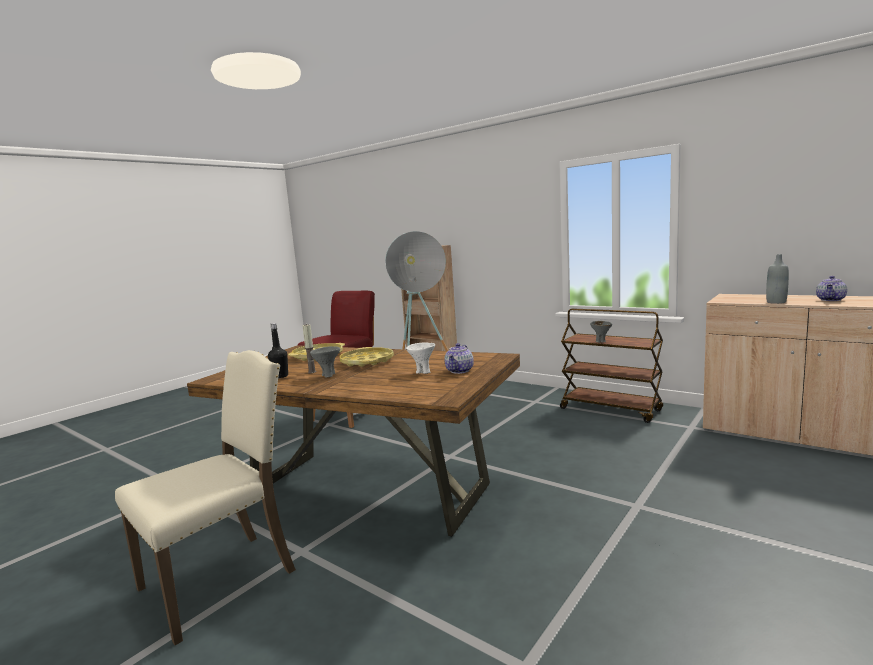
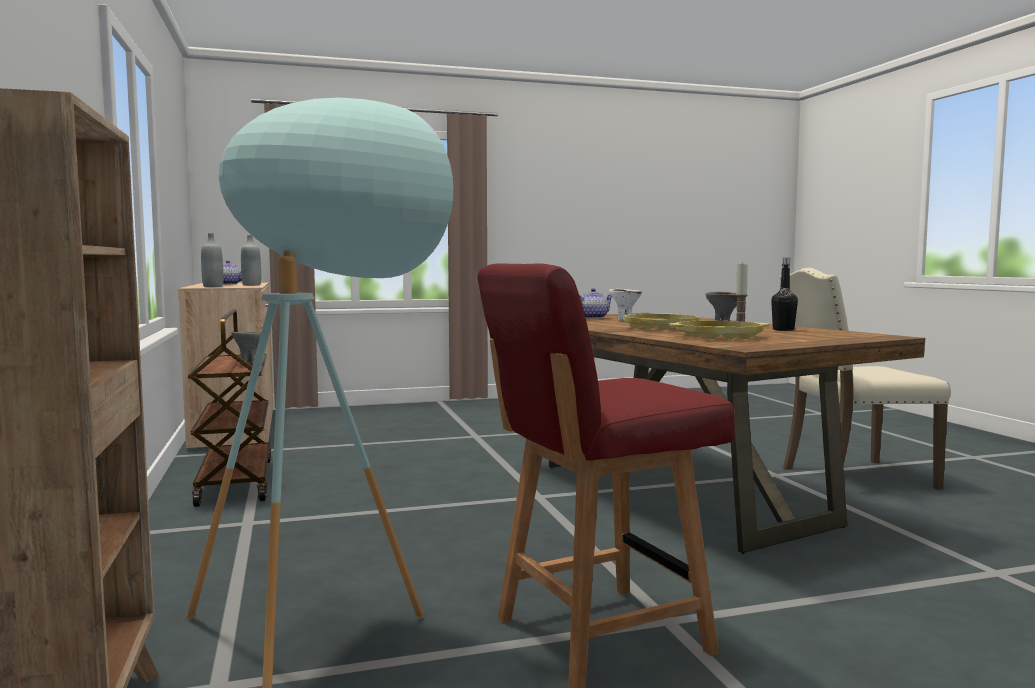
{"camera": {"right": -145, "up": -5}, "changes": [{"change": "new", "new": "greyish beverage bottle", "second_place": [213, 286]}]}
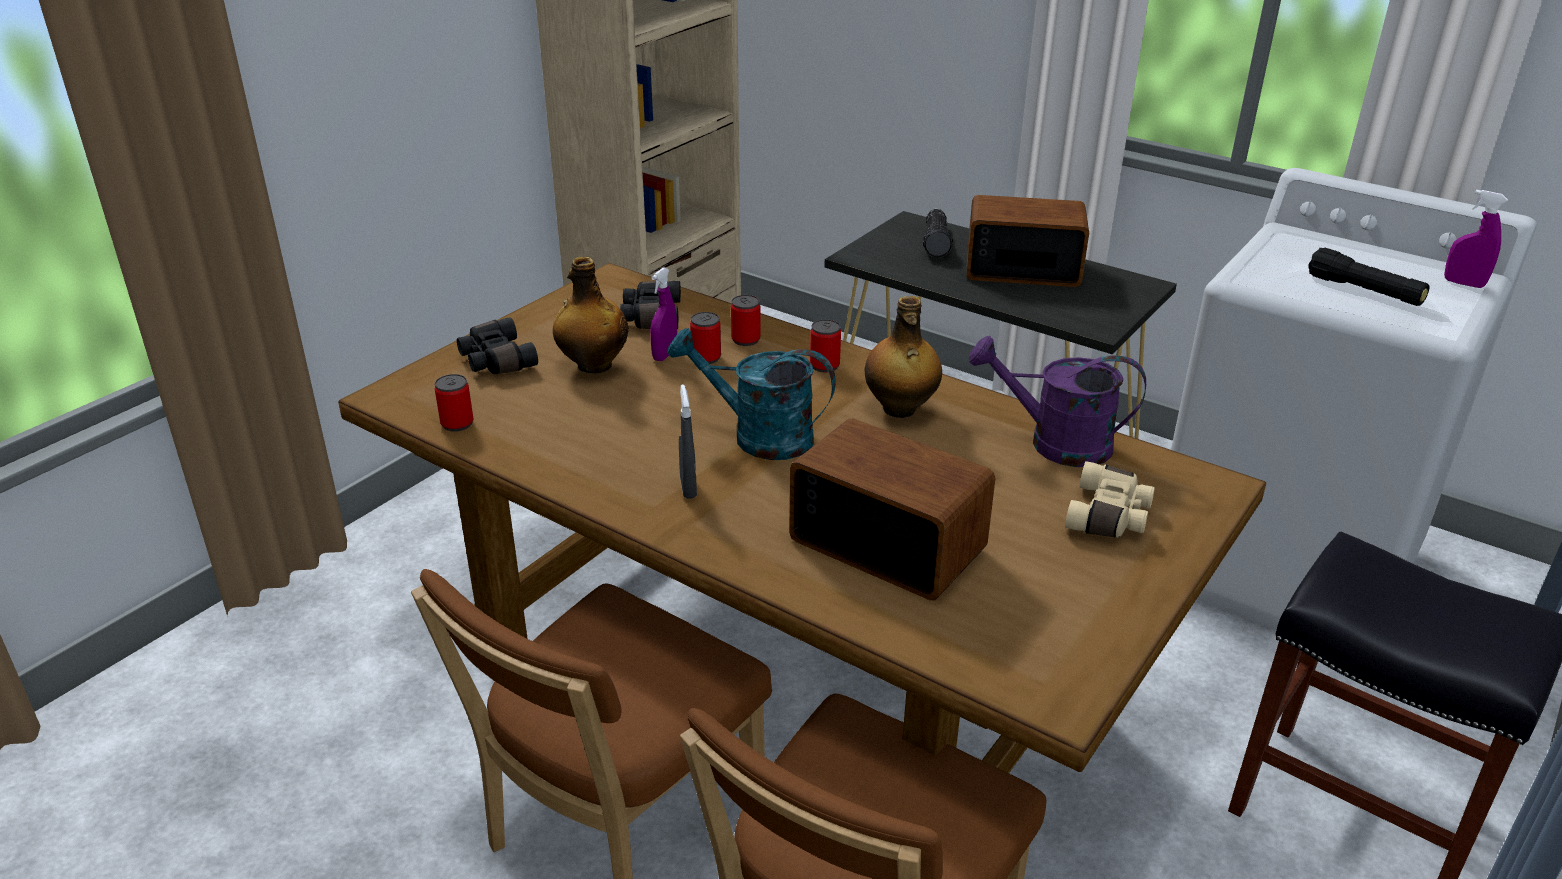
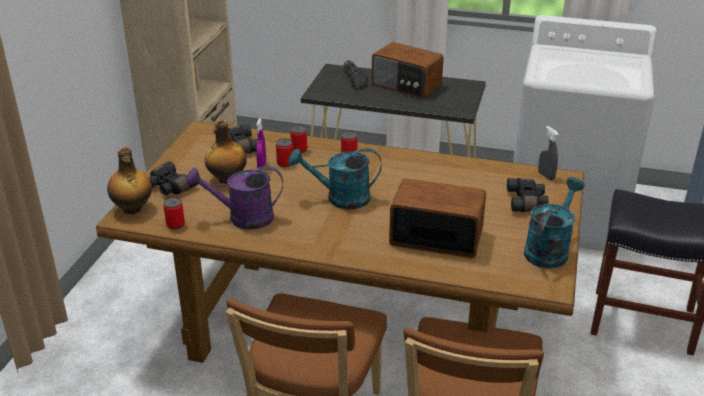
{"camera": {"right": -20, "up": 0}, "changes": [{"change": "shifted", "old": "beverage bottle", "first_place": [899, 409], "second_place": [132, 209]}, {"change": "shifted", "old": "purple sprinkling can", "first_place": [1055, 443], "second_place": [242, 218]}, {"change": "rotated", "old": "radio", "first_place": [1021, 268], "second_place": [406, 86], "degrees": -135}, {"change": "repainted", "old": "beige binoculars", "new": "blackish binoculars", "first_place": [1110, 516], "second_place": [527, 202]}, {"change": "new", "new": "blue-green sprinkling can", "second_place": [549, 249]}, {"change": "shifted", "old": "greyish hand sprayer", "first_place": [688, 488], "second_place": [546, 176]}, {"change": "gone", "old": "blackish torch", "first_place": [1364, 291]}, {"change": "gone", "old": "purple hand sprayer", "first_place": [1463, 283]}]}
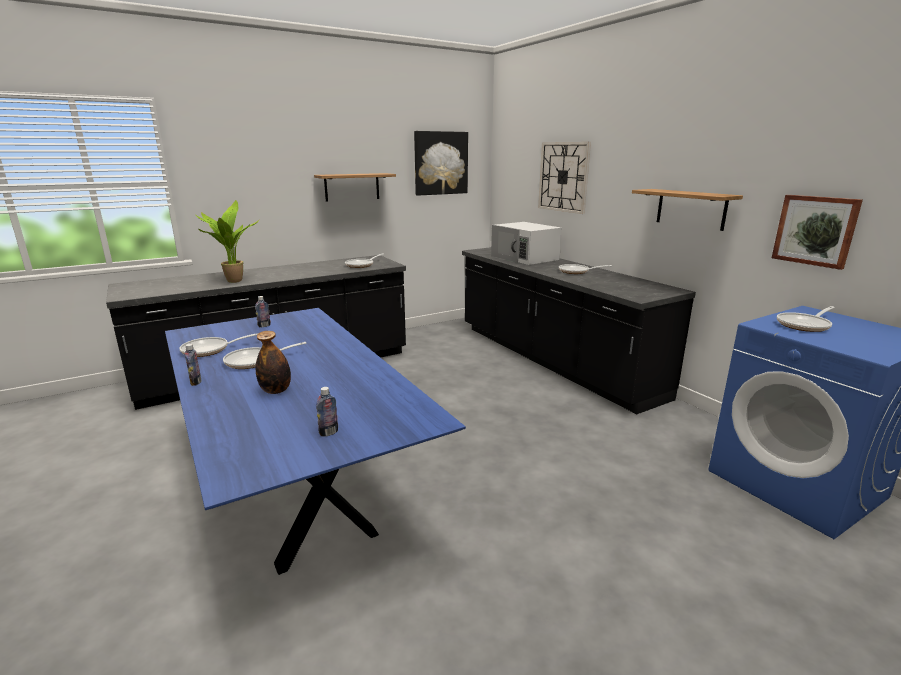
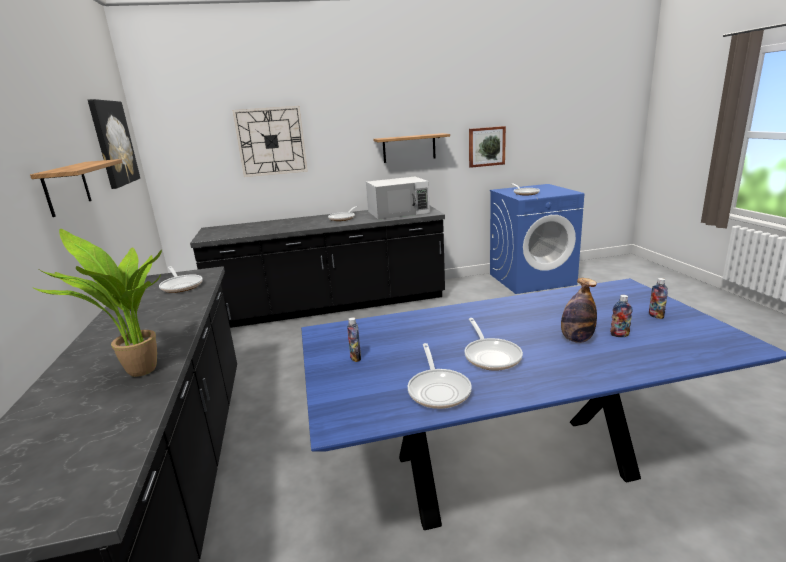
{"camera": {"right": -70, "up": 0}, "changes": [{"change": "shifted", "old": "white kitchen microwave", "first_place": [525, 258], "second_place": [398, 212]}, {"change": "shifted", "old": "beverage bottle", "first_place": [196, 382], "second_place": [619, 335]}]}
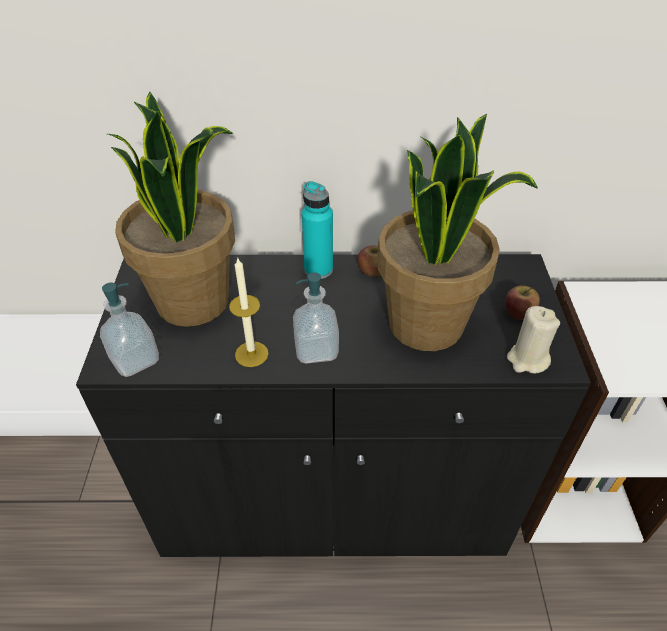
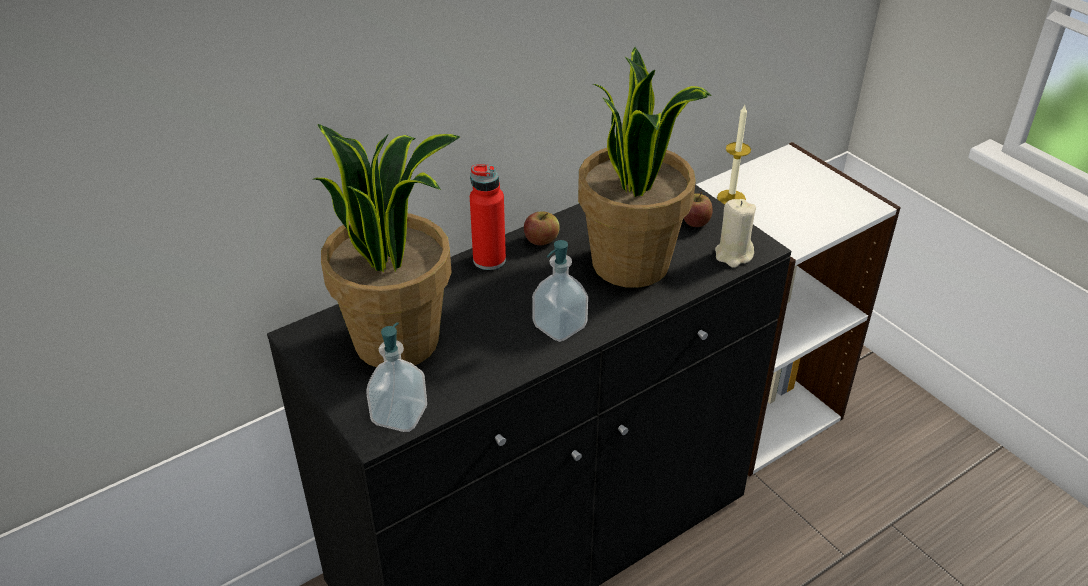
{"camera": {"right": -35, "up": -5}, "changes": [{"change": "repainted", "old": "blue-green beverage bottle", "new": "red-coloured beverage bottle", "first_place": [318, 269], "second_place": [489, 260]}, {"change": "shifted", "old": "wax candle", "first_place": [251, 354], "second_place": [731, 198]}]}
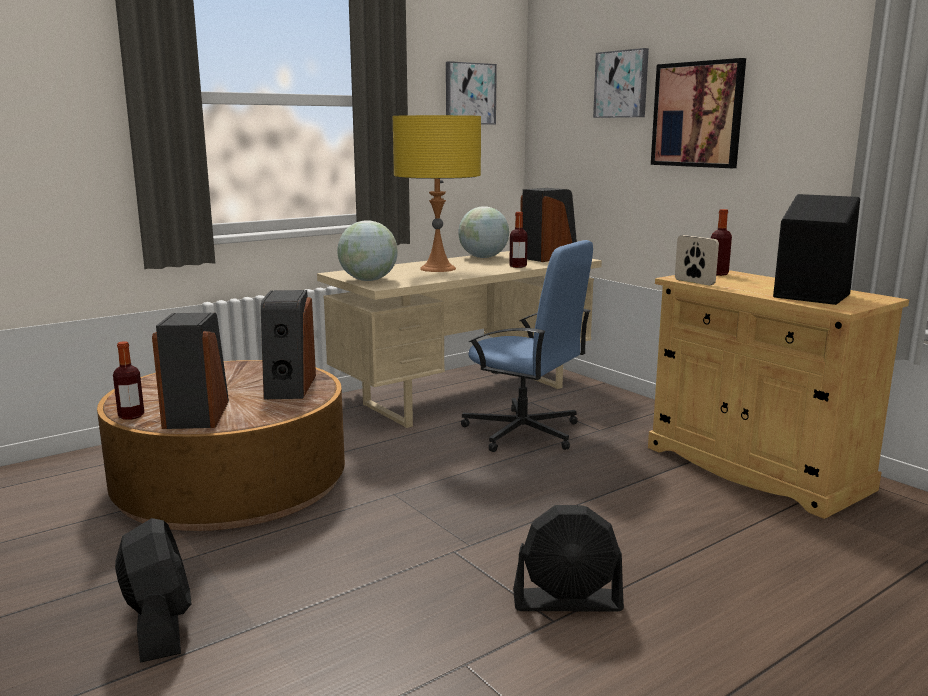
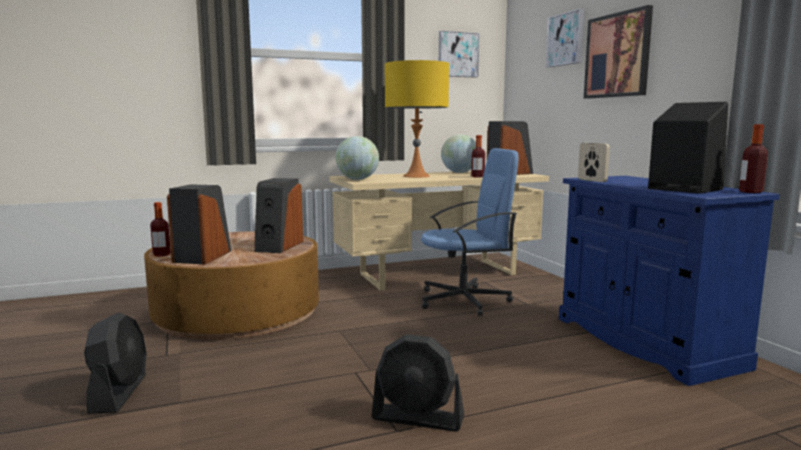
{"camera": {"right": 15, "up": -5}, "changes": [{"change": "rotated", "old": "blue office chair", "first_place": [523, 432], "second_place": [465, 300], "degrees": -60}, {"change": "repainted", "old": "beige cabinet", "new": "blue cabinet", "first_place": [755, 468], "second_place": [645, 342]}, {"change": "shifted", "old": "beverage bottle", "first_place": [718, 274], "second_place": [750, 192]}]}
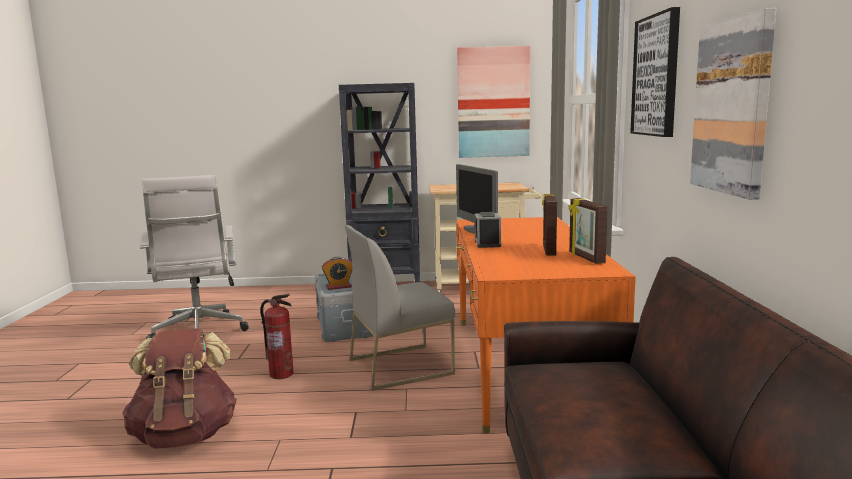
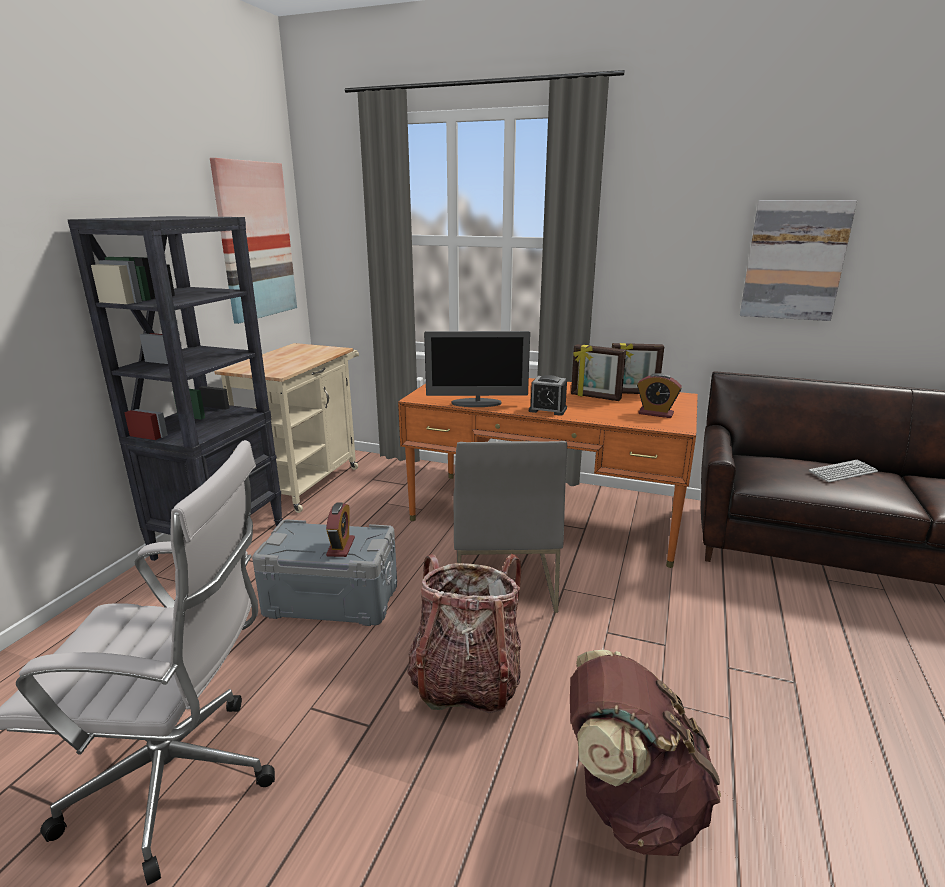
{"camera": {"right": -70, "up": 10}, "changes": [{"change": "swapped", "old": "extinguisher", "new": "rucksack", "first_place": [282, 374], "second_place": [466, 680]}, {"change": "new", "new": "alarm clock", "second_place": [655, 413]}, {"change": "new", "new": "keyboard", "second_place": [843, 472]}, {"change": "gone", "old": "wall art", "first_place": [656, 76]}]}
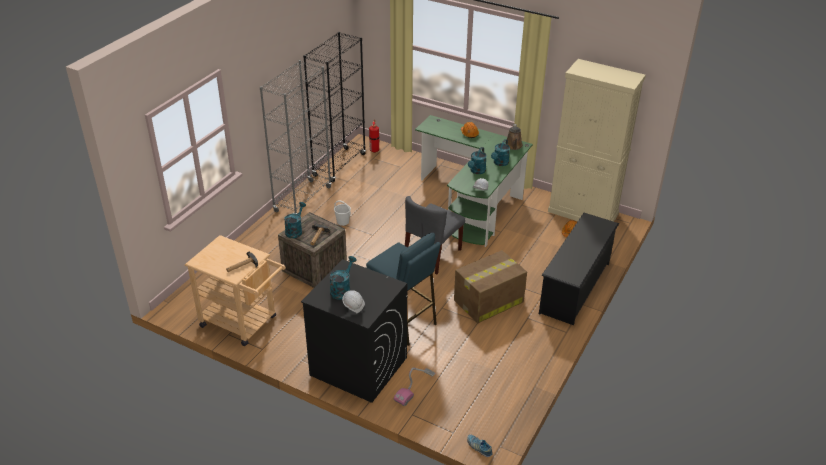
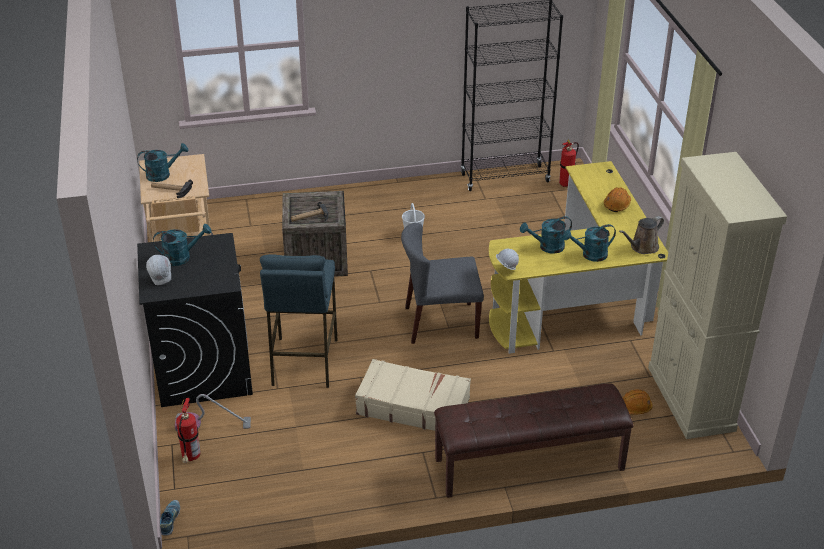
{"camera": {"right": 50, "up": 0}, "changes": [{"change": "shifted", "old": "blue-green sprinkling can", "first_place": [295, 230], "second_place": [163, 174]}, {"change": "new", "new": "extinguisher", "second_place": [190, 458]}, {"change": "swapped", "old": "cardboard box", "new": "beige suitcase", "first_place": [488, 301], "second_place": [413, 406]}, {"change": "swapped", "old": "blackish shoe rack", "new": "brown indoor bench", "first_place": [575, 287], "second_place": [529, 465]}, {"change": "repainted", "old": "green-coloured desk unit", "new": "yellow-coloured desk unit", "first_place": [474, 202], "second_place": [580, 302]}, {"change": "gone", "old": "greyish bookshelf", "first_place": [302, 199]}]}
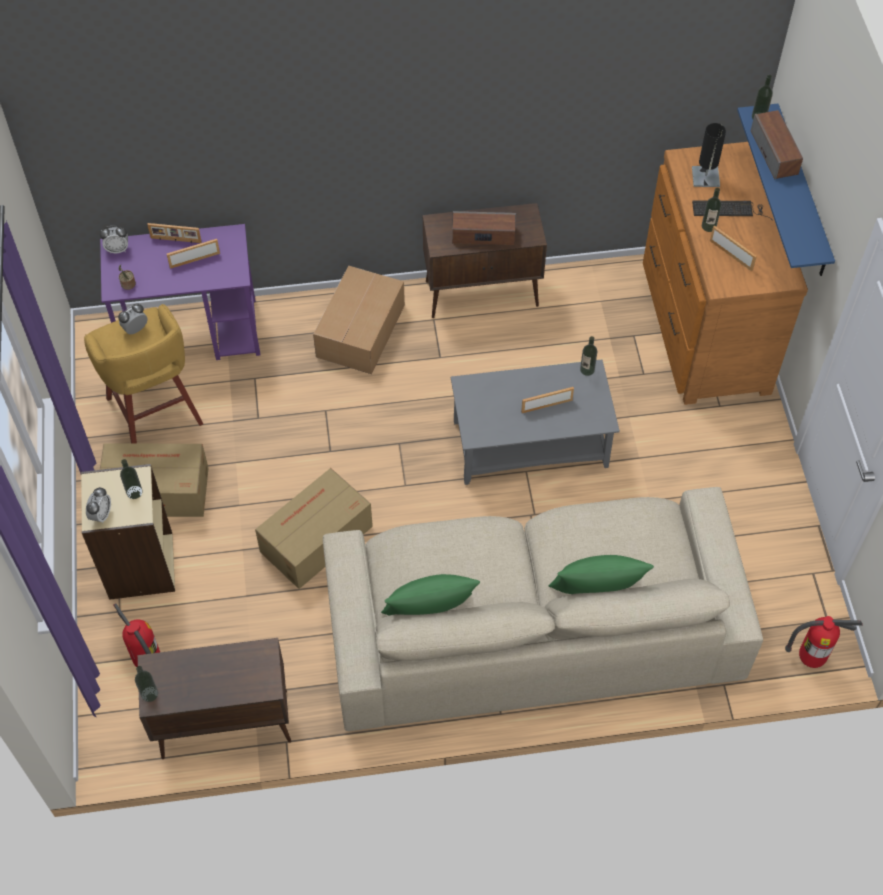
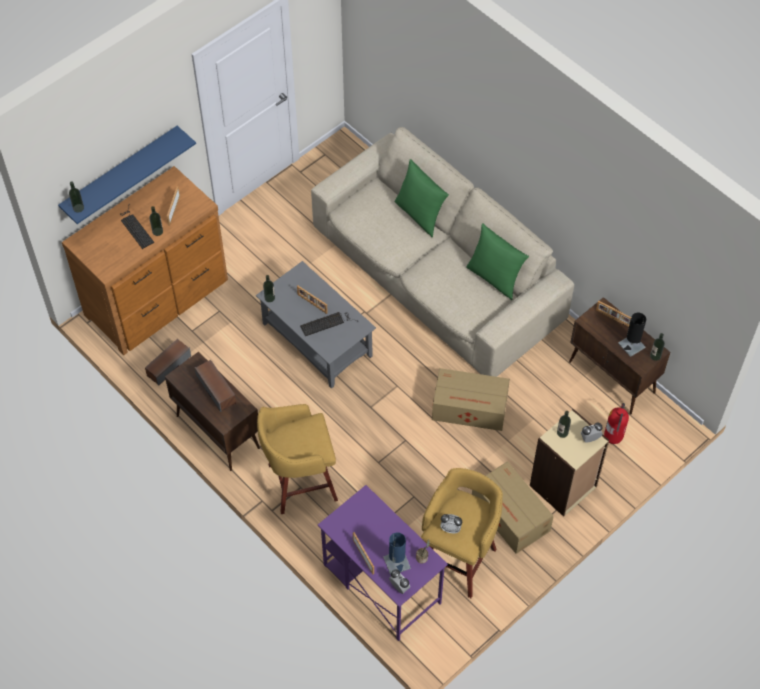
{"camera": {"right": -125, "up": 0}, "changes": [{"change": "shifted", "old": "audio speaker", "first_place": [774, 152], "second_place": [168, 366]}, {"change": "swapped", "old": "cardboard box", "new": "yellow-coloured stool", "first_place": [362, 330], "second_place": [300, 483]}, {"change": "new", "new": "keyboard", "second_place": [327, 323]}, {"change": "new", "new": "blue table lamp", "second_place": [396, 562]}, {"change": "shifted", "old": "photo frame", "first_place": [194, 259], "second_place": [613, 319]}, {"change": "shifted", "old": "blackish table lamp", "first_place": [705, 177], "second_place": [631, 345]}, {"change": "gone", "old": "extinguisher", "first_place": [811, 658]}]}
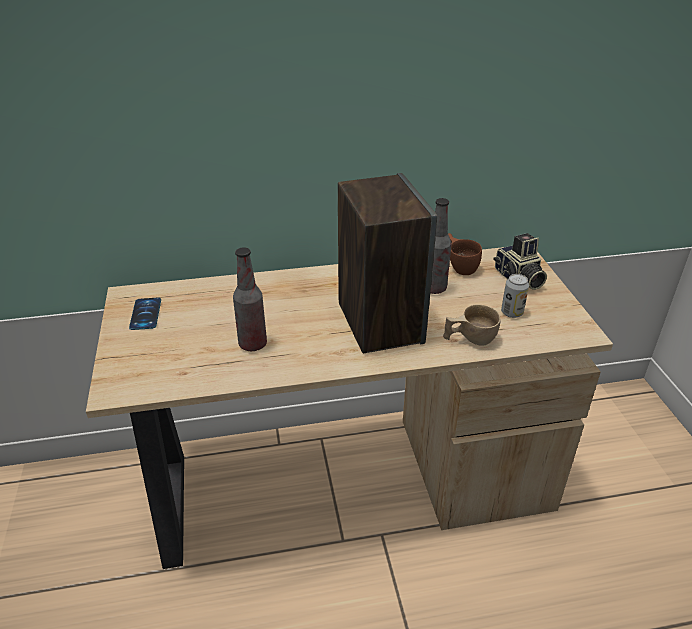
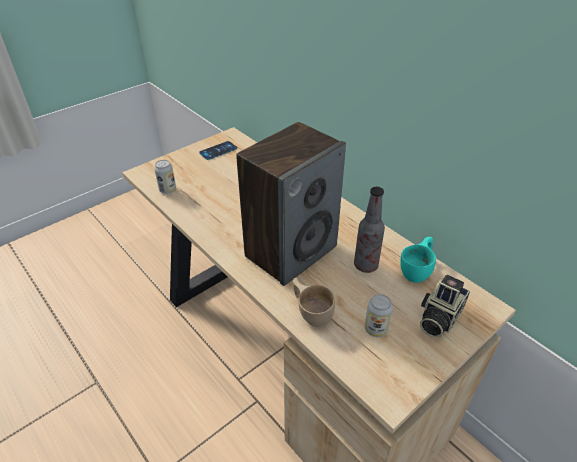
{"camera": {"right": 60, "up": 5}, "changes": [{"change": "new", "new": "can", "second_place": [167, 190]}, {"change": "repainted", "old": "brown cup", "new": "blue-green cup", "first_place": [460, 266], "second_place": [418, 270]}, {"change": "gone", "old": "beverage bottle", "first_place": [253, 344]}]}
